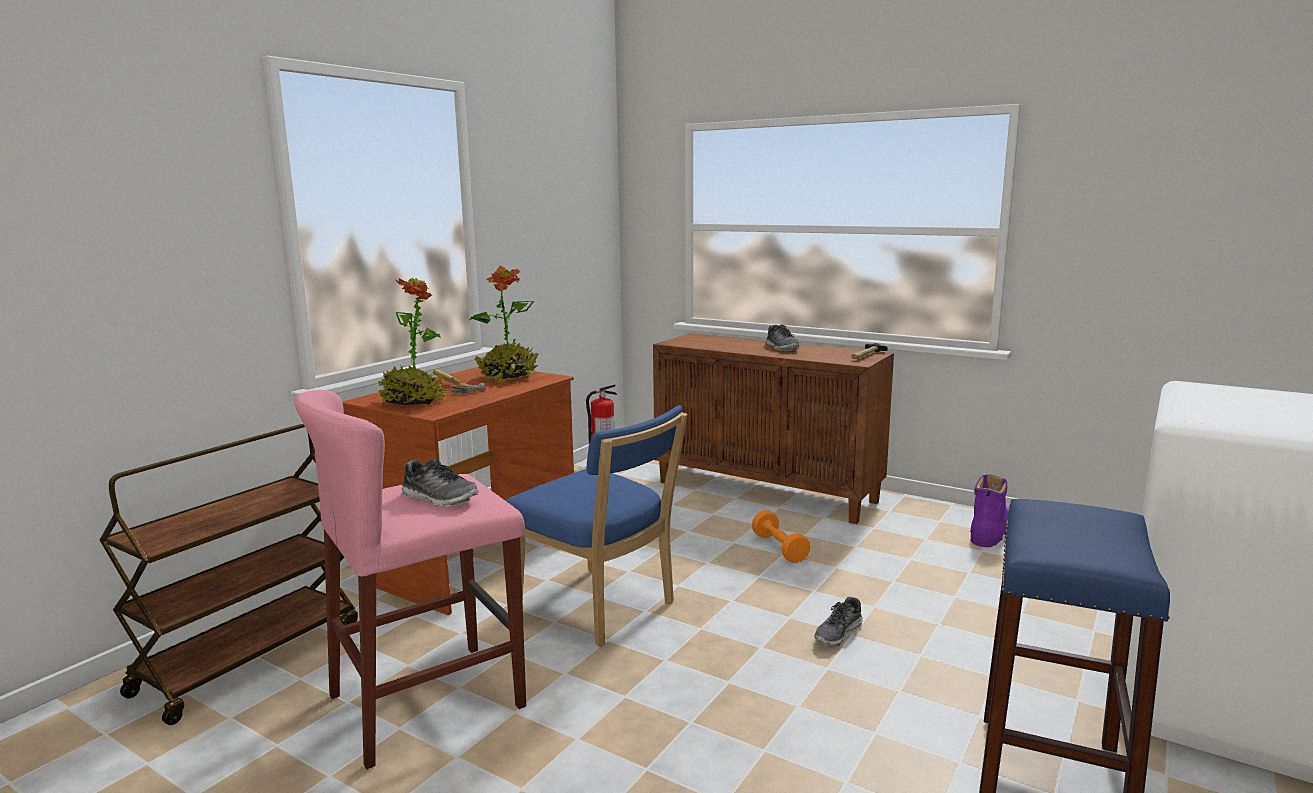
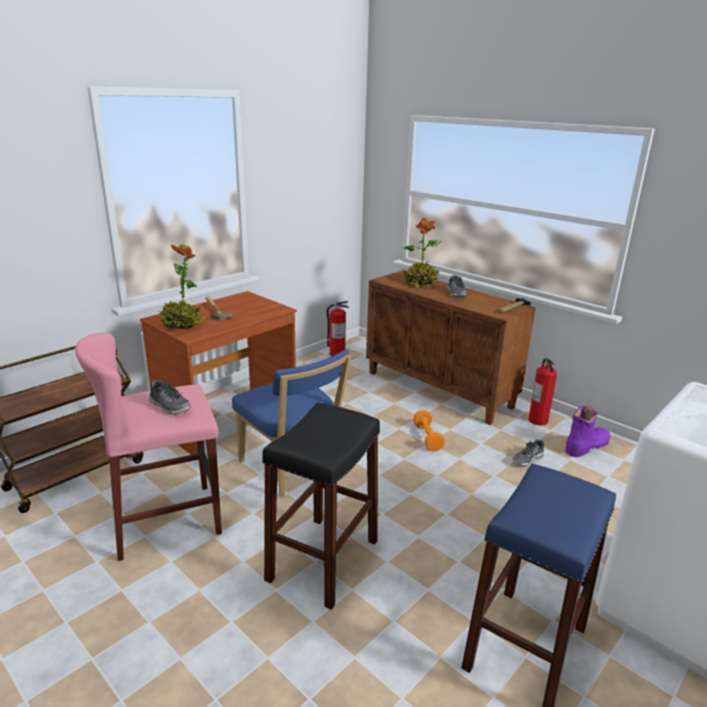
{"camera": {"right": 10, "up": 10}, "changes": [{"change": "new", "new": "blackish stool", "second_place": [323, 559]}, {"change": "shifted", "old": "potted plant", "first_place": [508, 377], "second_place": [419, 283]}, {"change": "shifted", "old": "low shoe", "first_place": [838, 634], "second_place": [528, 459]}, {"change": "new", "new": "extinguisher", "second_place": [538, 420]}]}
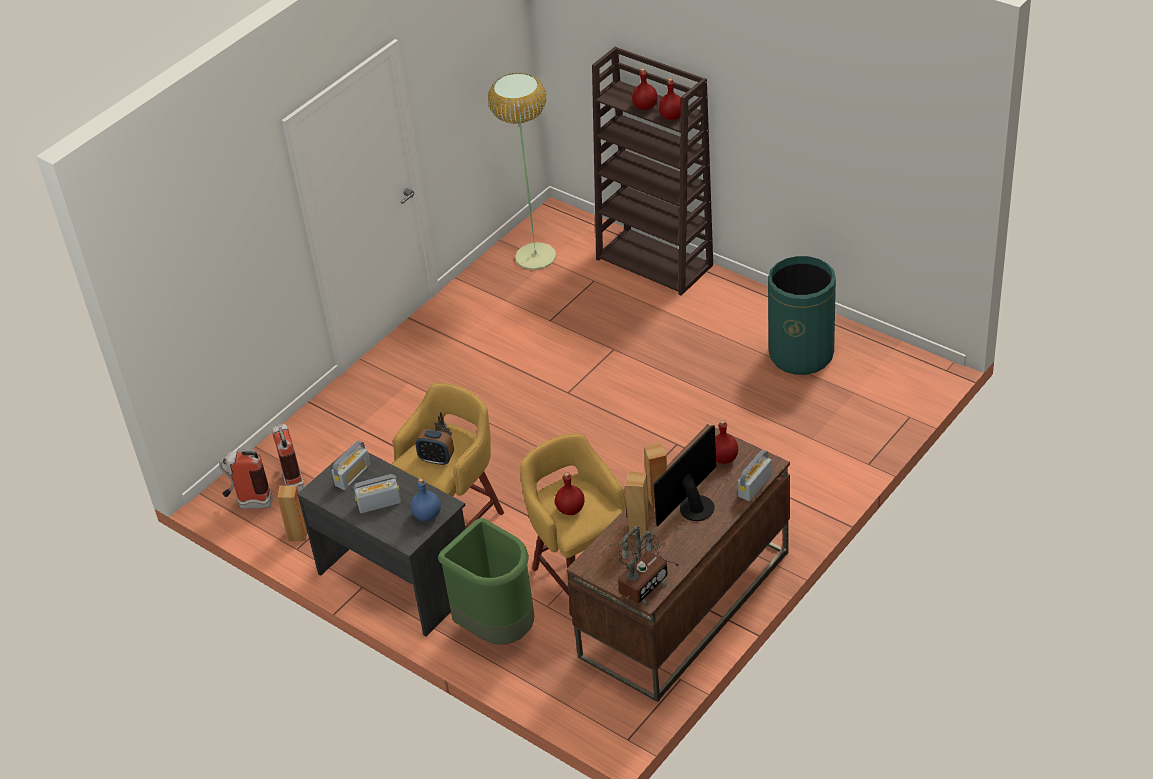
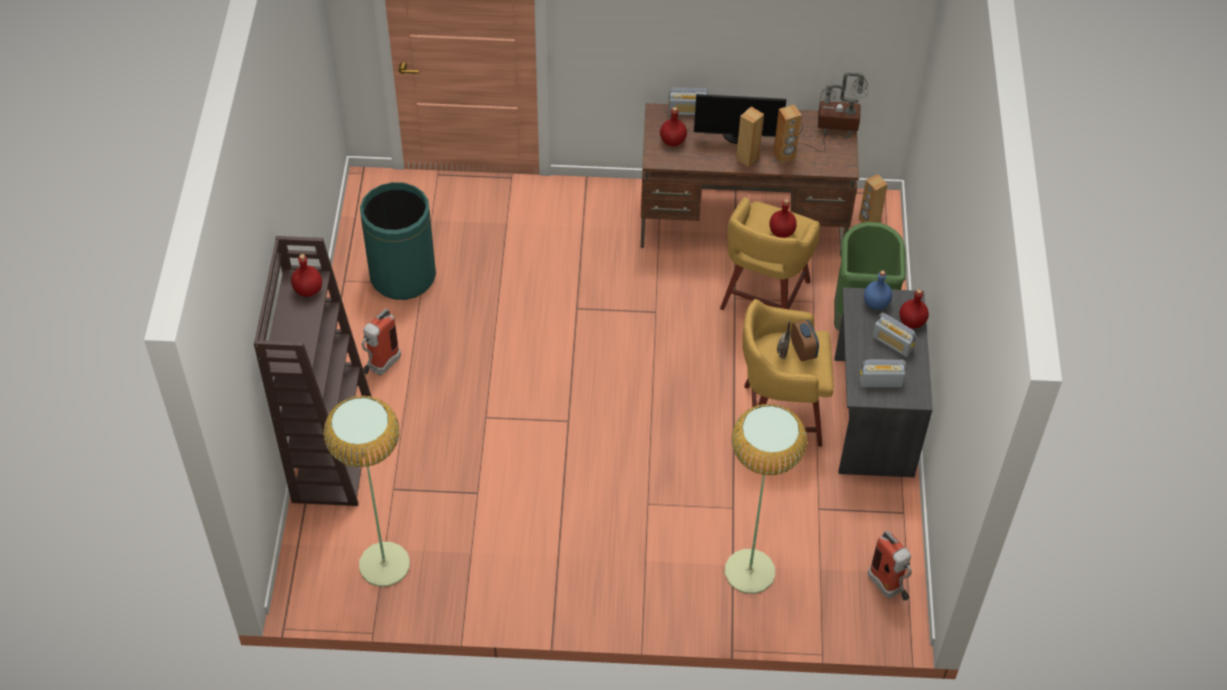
{"camera": {"right": -130, "up": 10}, "changes": [{"change": "shifted", "old": "extinguisher", "first_place": [292, 478], "second_place": [380, 368]}, {"change": "new", "new": "standing lamp", "second_place": [750, 571]}, {"change": "shifted", "old": "brown audio speaker", "first_place": [298, 535], "second_place": [869, 221]}, {"change": "shifted", "old": "red-coloured beverage bottle", "first_place": [645, 106], "second_place": [911, 322]}]}
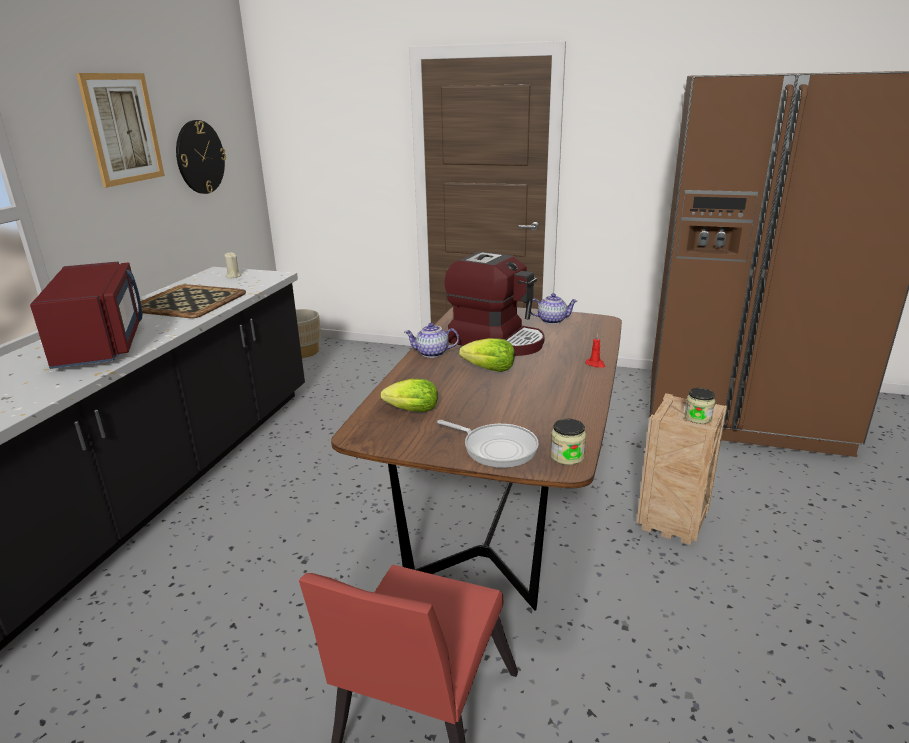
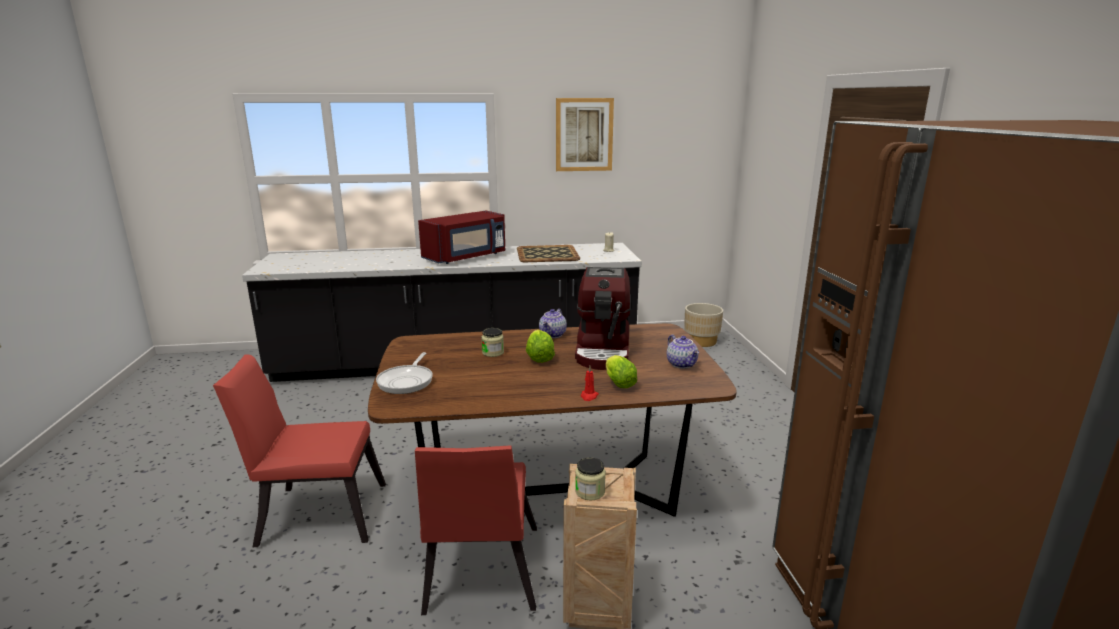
{"camera": {"right": 65, "up": -5}, "changes": [{"change": "new", "new": "red-coloured upright chair", "second_place": [480, 575]}, {"change": "shifted", "old": "preserve jar", "first_place": [567, 456], "second_place": [493, 352]}, {"change": "rotated", "old": "tea pot", "first_place": [431, 353], "second_place": [553, 335], "degrees": -135}, {"change": "shifted", "old": "lettuce head", "first_place": [409, 411], "second_place": [618, 382]}, {"change": "gone", "old": "clock on the wall", "first_place": [200, 157]}]}
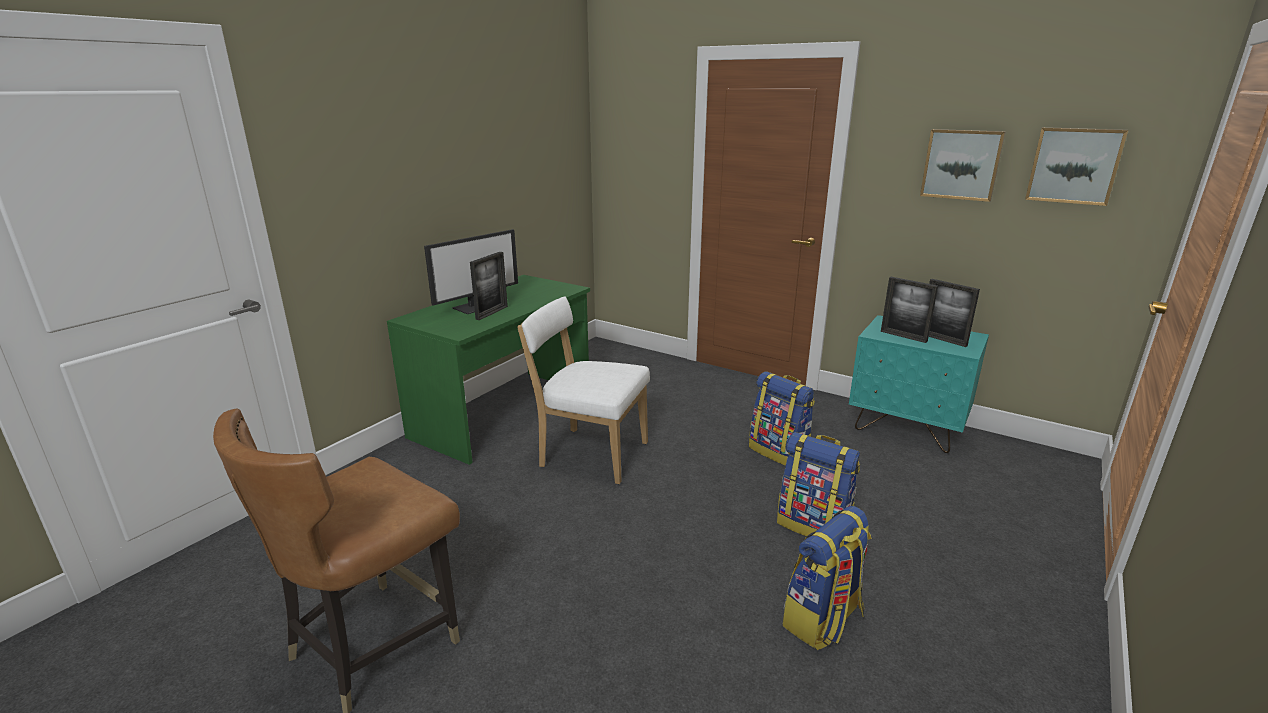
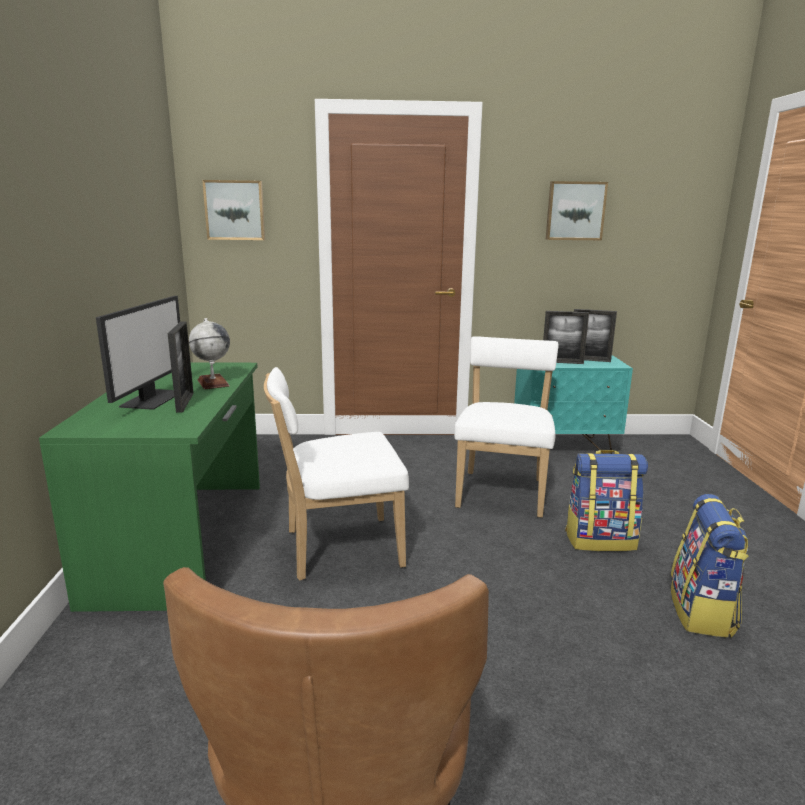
{"camera": {"right": -35, "up": -5}, "changes": [{"change": "new", "new": "globe", "second_place": [213, 383]}, {"change": "shifted", "old": "wall art", "first_place": [1074, 165], "second_place": [235, 210]}, {"change": "swapped", "old": "rucksack", "new": "white upright chair", "first_place": [779, 452], "second_place": [502, 491]}]}
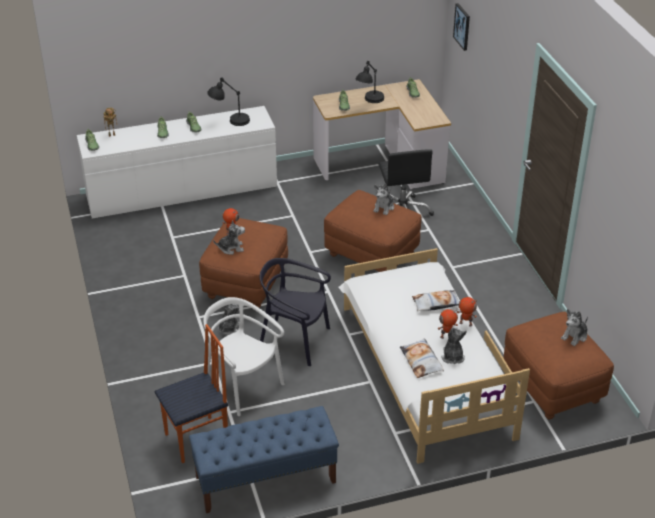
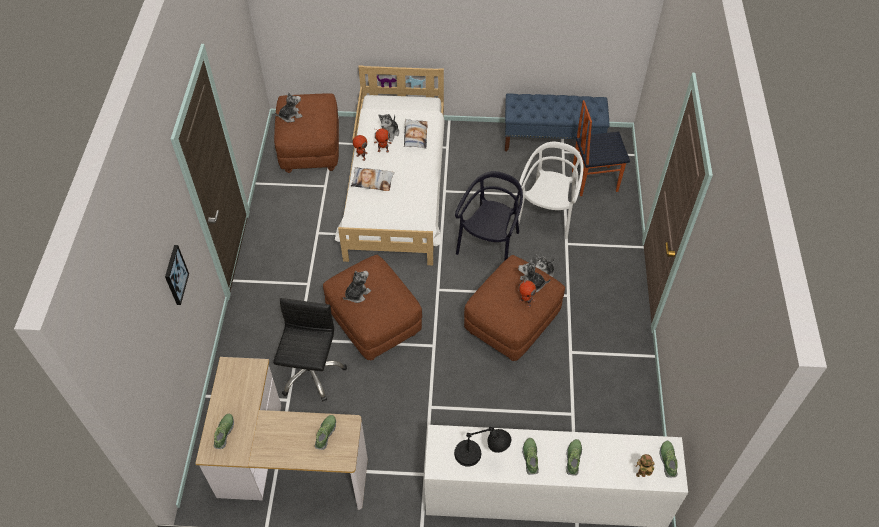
{"camera": {"right": -160, "up": 15}, "changes": [{"change": "shifted", "old": "wall art", "first_place": [462, 26], "second_place": [175, 275]}, {"change": "rotated", "old": "blackish upright chair", "first_place": [294, 340], "second_place": [489, 245], "degrees": -105}, {"change": "rotated", "old": "white upright chair", "first_place": [242, 386], "second_place": [547, 215], "degrees": -135}, {"change": "gone", "old": "blackish table lamp", "first_place": [369, 102]}]}
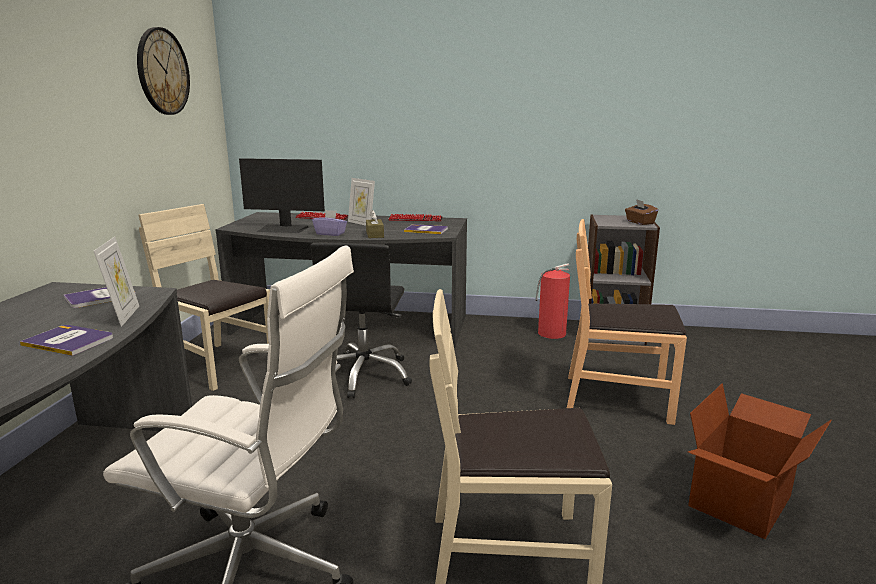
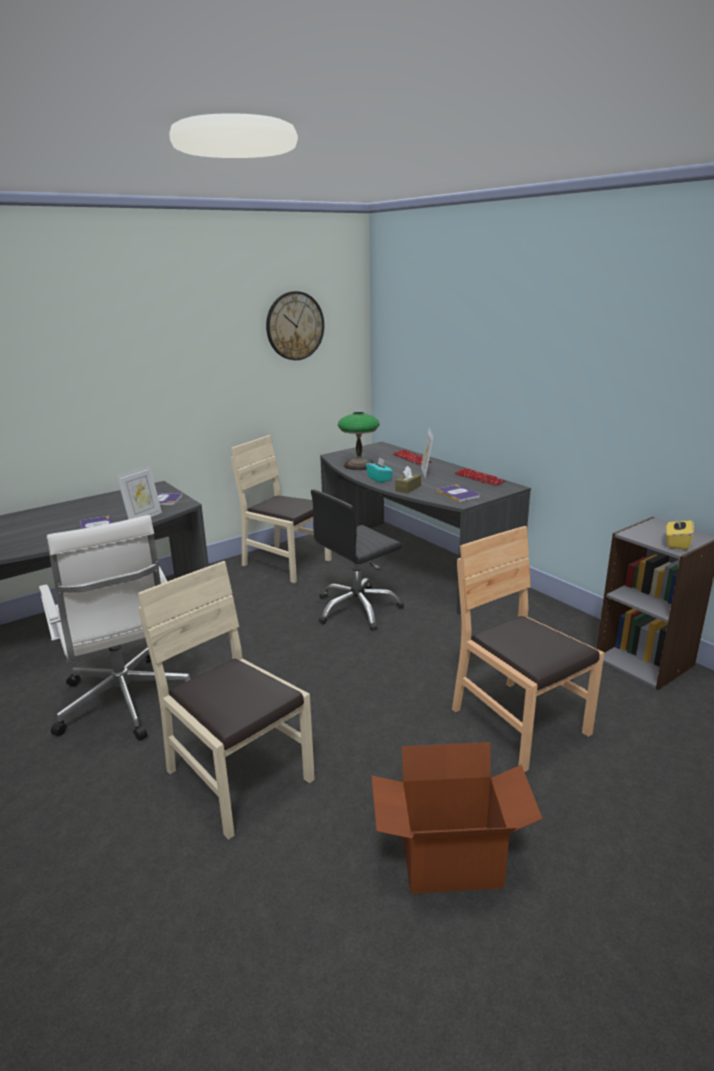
{"camera": {"right": 45, "up": 5}, "changes": [{"change": "rotated", "old": "beige upright chair", "first_place": [218, 365], "second_place": [286, 563], "degrees": -45}, {"change": "swapped", "old": "computer display", "new": "table lamp", "first_place": [283, 229], "second_place": [359, 465]}, {"change": "repainted", "old": "purple box of tissues", "new": "blue-green box of tissues", "first_place": [330, 234], "second_place": [379, 479]}, {"change": "repainted", "old": "brown box of tissues", "new": "yellow-coloured box of tissues", "first_place": [639, 222], "second_place": [677, 543]}, {"change": "gone", "old": "extinguisher", "first_place": [550, 333]}]}
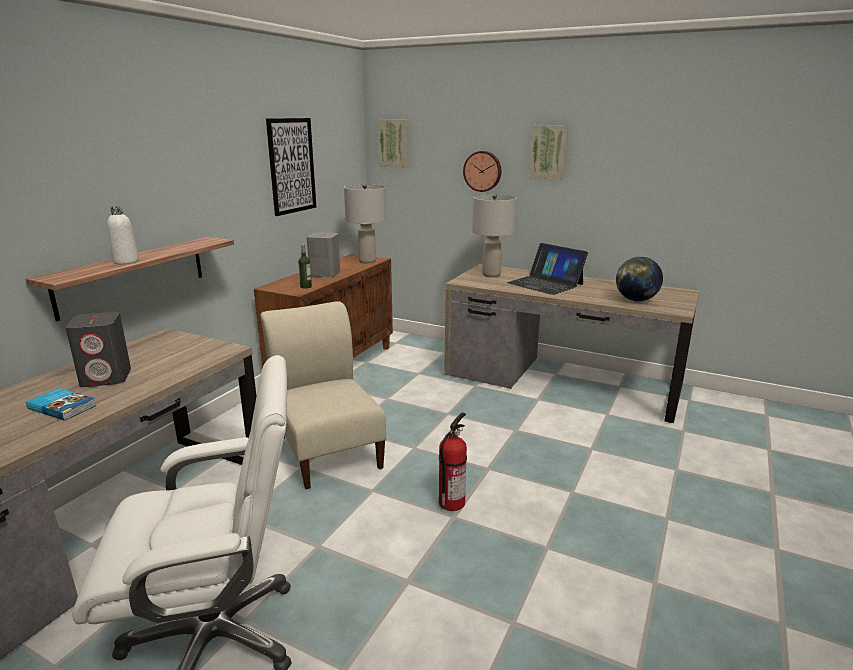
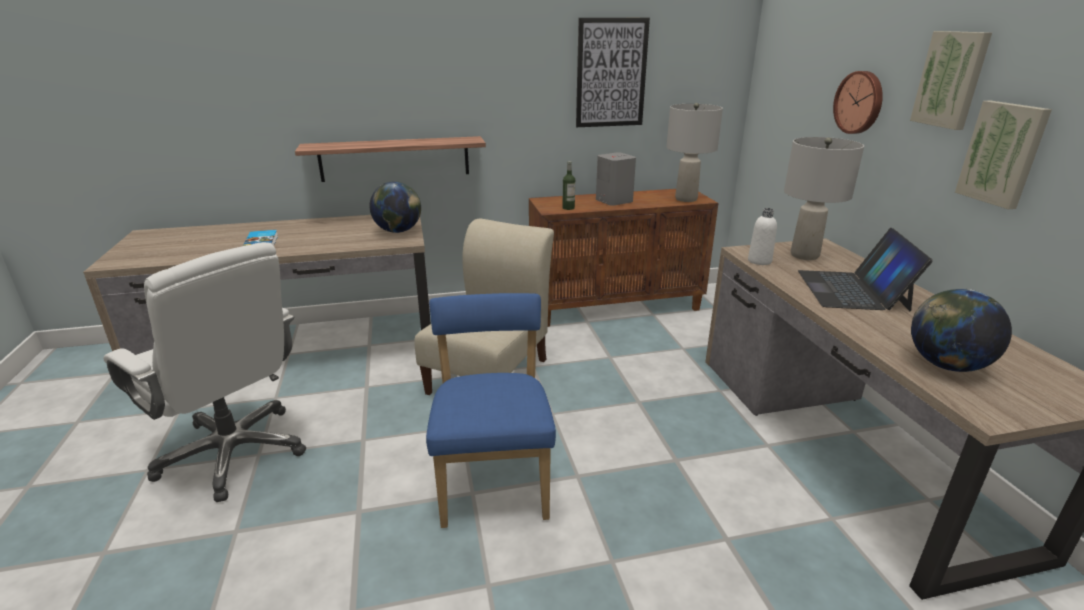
{"camera": {"right": 50, "up": 5}, "changes": [{"change": "new", "new": "globe", "second_place": [398, 231]}, {"change": "swapped", "old": "extinguisher", "new": "blue upright chair", "first_place": [452, 502], "second_place": [494, 480]}, {"change": "shifted", "old": "white beverage bottle", "first_place": [126, 261], "second_place": [759, 261]}, {"change": "shifted", "old": "wall art", "first_place": [393, 143], "second_place": [1003, 154]}, {"change": "gone", "old": "greyish audio speaker", "first_place": [107, 378]}]}
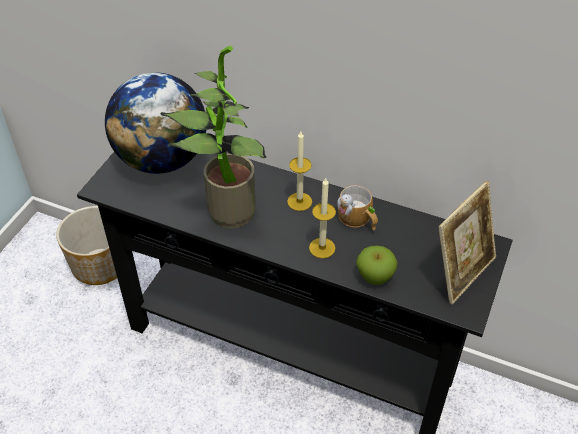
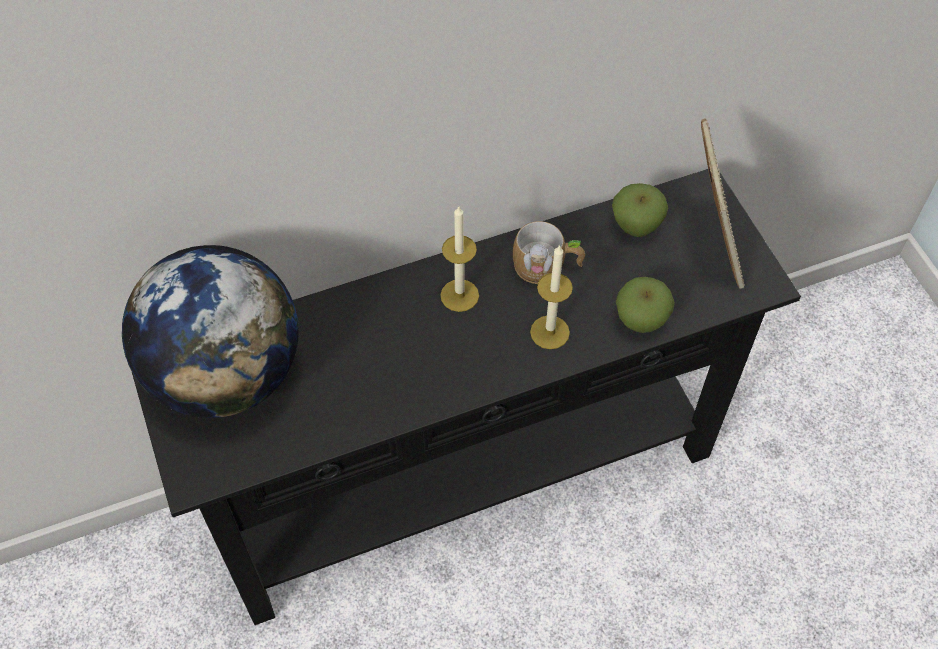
{"camera": {"right": -45, "up": 10}, "changes": [{"change": "new", "new": "whole apple", "second_place": [636, 226]}, {"change": "gone", "old": "planter", "first_place": [100, 264]}, {"change": "gone", "old": "potted plant", "first_place": [224, 214]}]}
